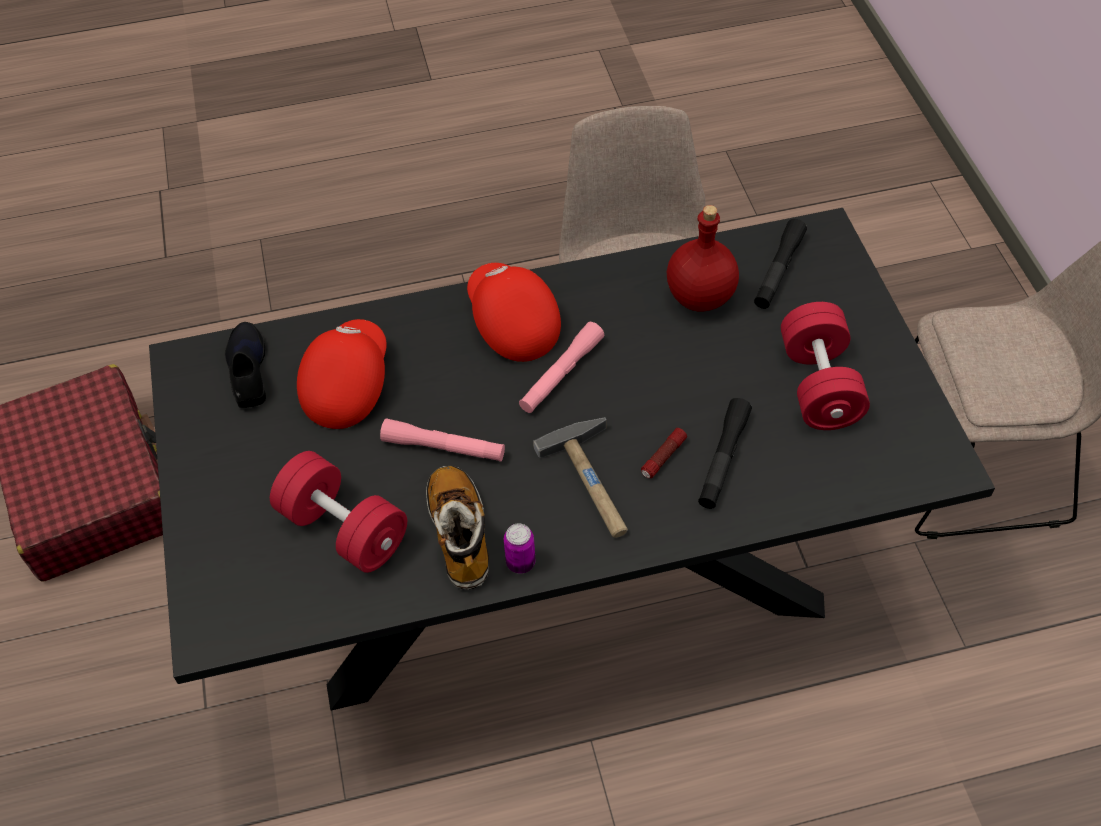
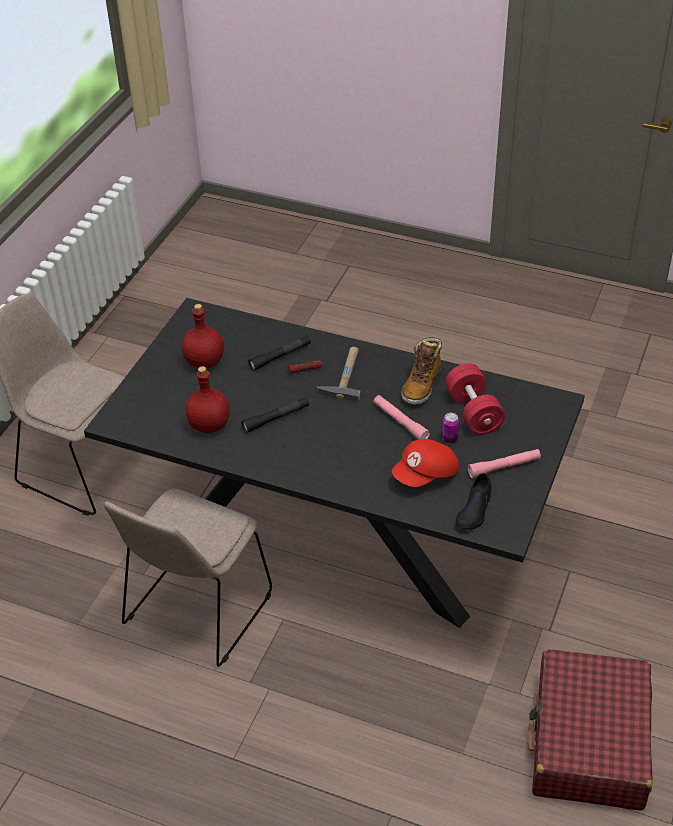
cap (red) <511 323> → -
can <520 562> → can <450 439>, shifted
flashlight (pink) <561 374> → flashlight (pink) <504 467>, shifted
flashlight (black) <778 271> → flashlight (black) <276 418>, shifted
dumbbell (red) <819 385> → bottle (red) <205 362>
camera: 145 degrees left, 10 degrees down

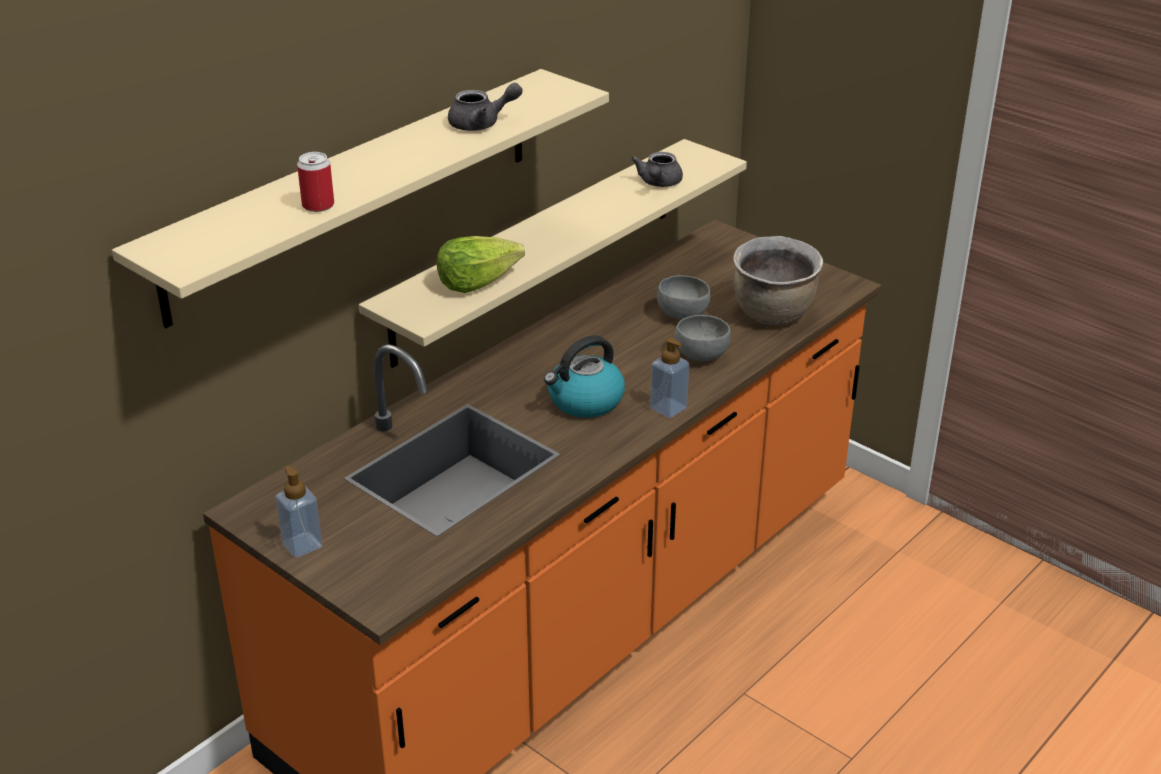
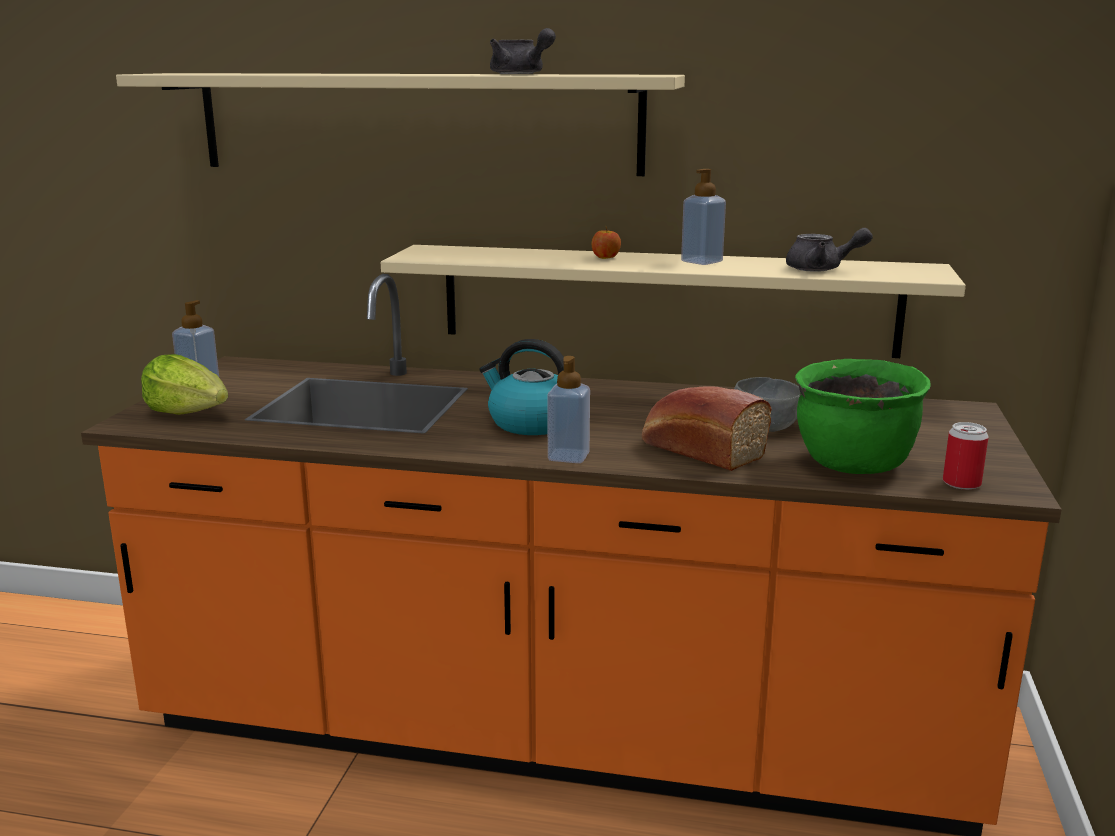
can <318 205> → can <961 483>, shifted
lettuce <477 282> → lettuce <189 412>, shifted
teapot (grey) <658 183> → teapot (grey) <821 269>, 150 degrees counterclockwise
bowl (grey) <701 355> → bread <699 450>
cooking pot (brown) <773 314> → cooking pot (green) <853 465>
- → apple <606 257>
- → soap dispenser <701 262>
camera: 60 degrees right, 15 degrees down

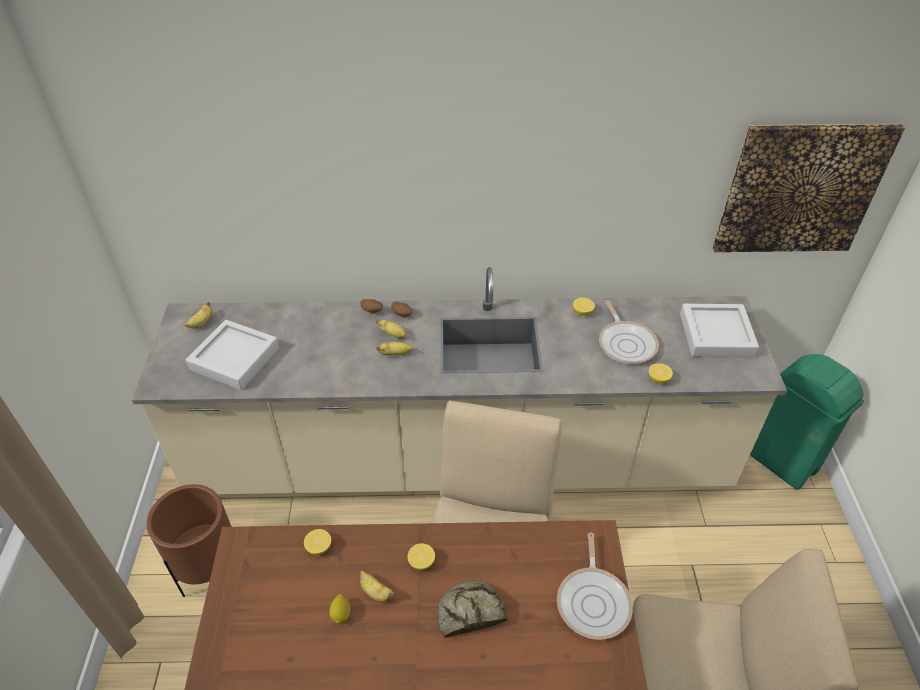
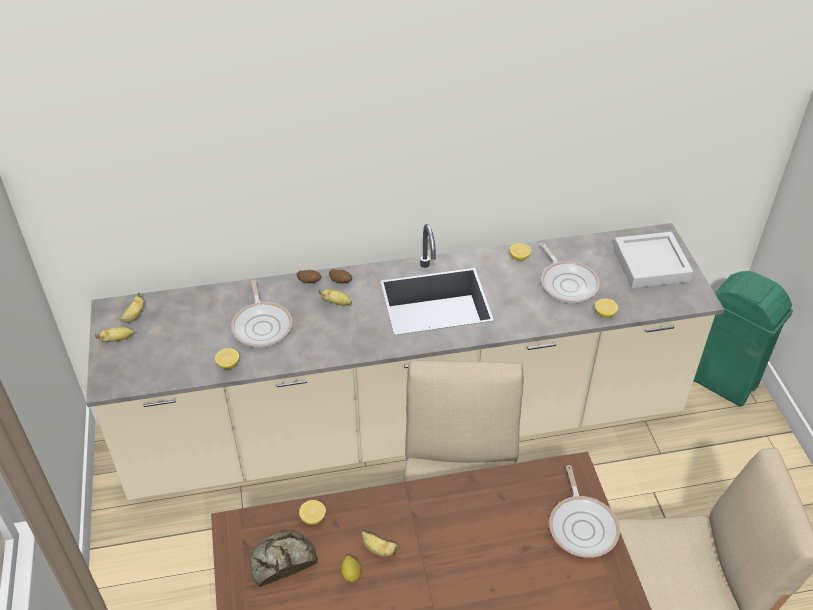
planter (brown) <210 569> → -
tray (grey) <235 359> → -
banana <395 354> → banana <117 339>, shifted
lemon <421 562> → lemon <228 364>, shifted
bread <469 612> → bread <281 561>, shifted
picture <800 189> → -
- → frying pan <262 325>
camera: 10 degrees left, 0 degrees up

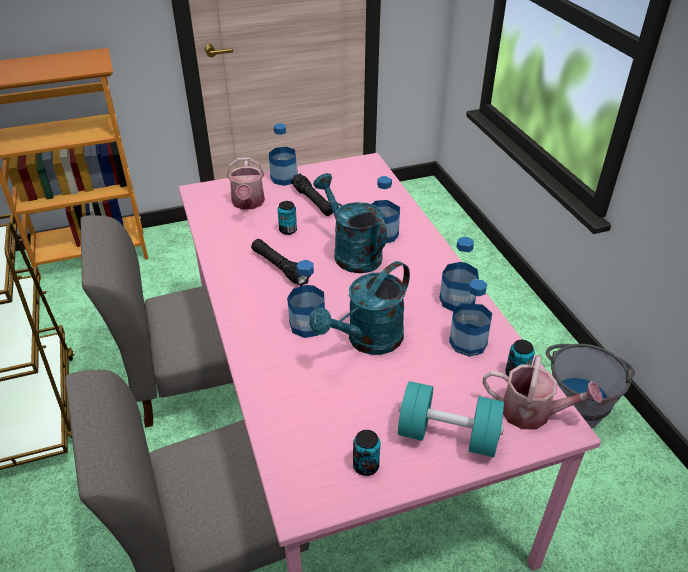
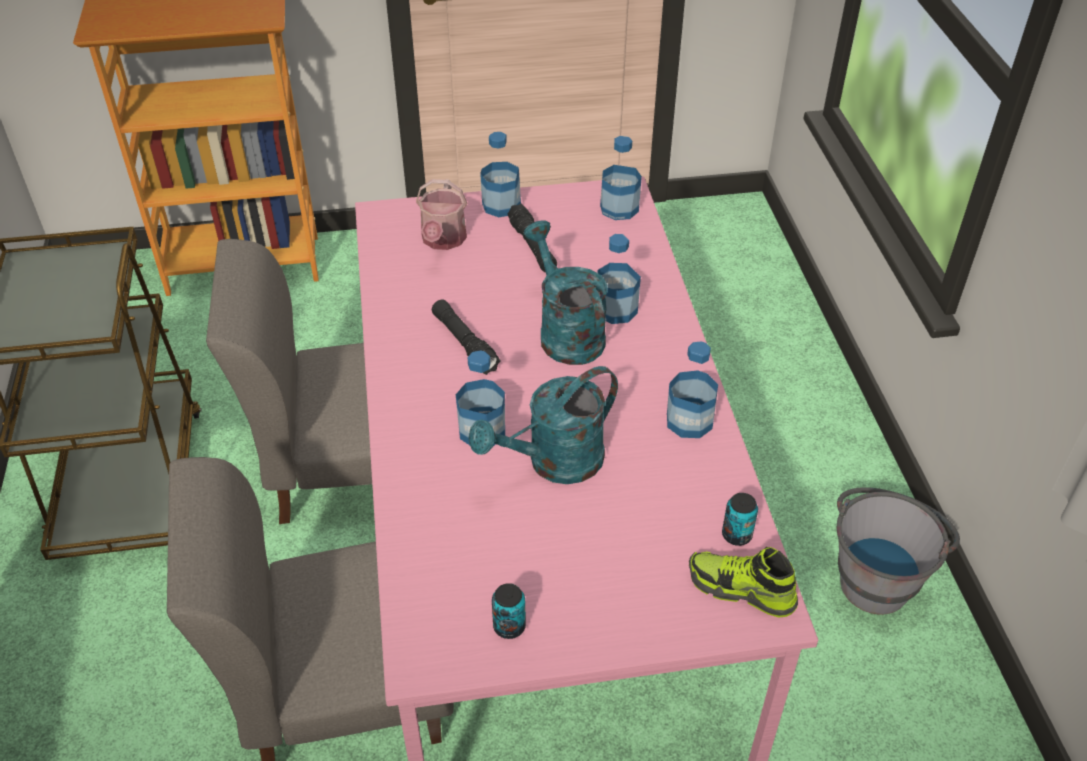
can <288 230> → -
dumbbell (turquoise) <447 435> → -
bottle <468 342> → bottle <619 208>, shifted
watering can <533 413> → shoe <741 590>
camera: 10 degrees right, 5 degrees up

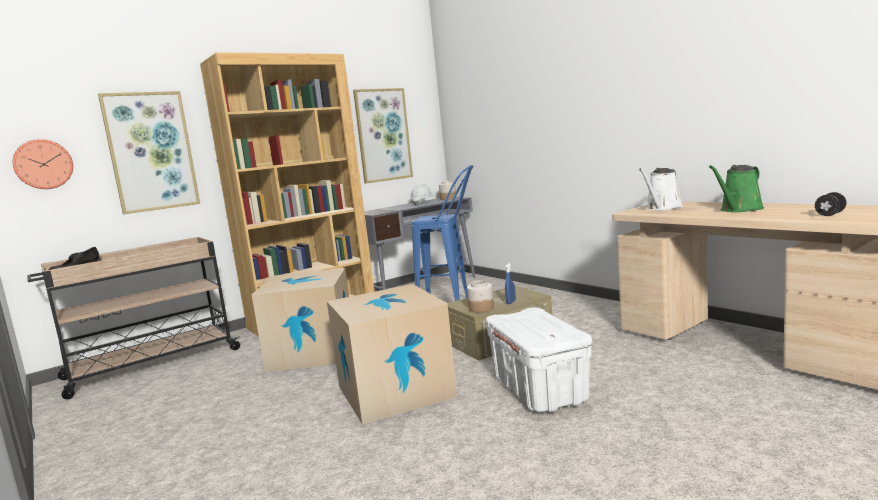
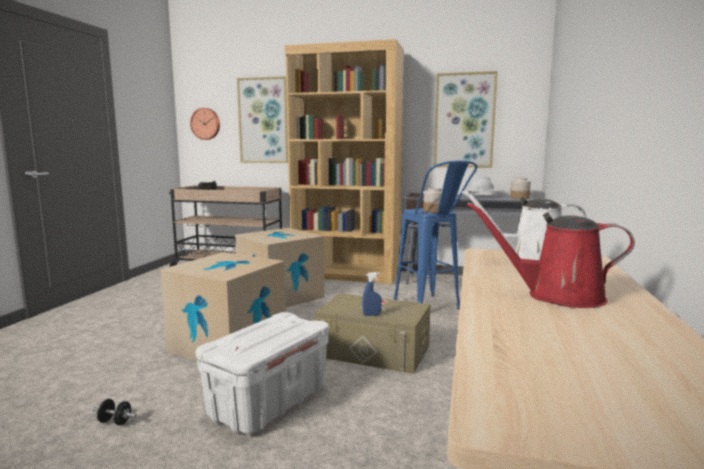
jar <481 308> → jar <433 211>, shifted
watering can (green) <739 210> → watering can (red) <557 296>
dumbbell (black) <830 214> → dumbbell (black) <115 422>, shifted
camera: 50 degrees right, 0 degrees up

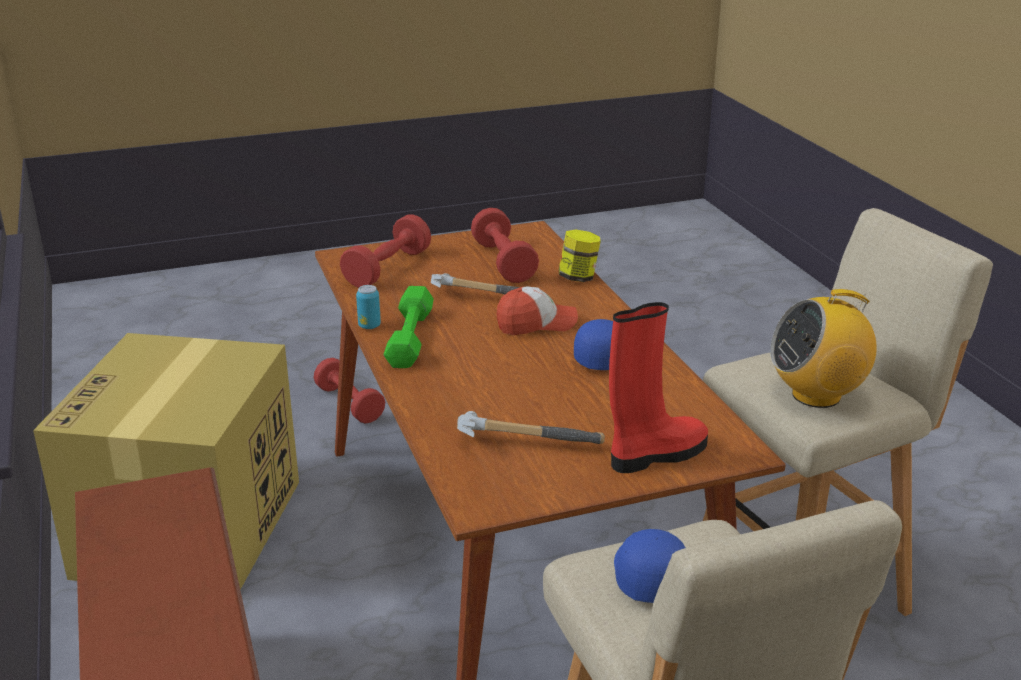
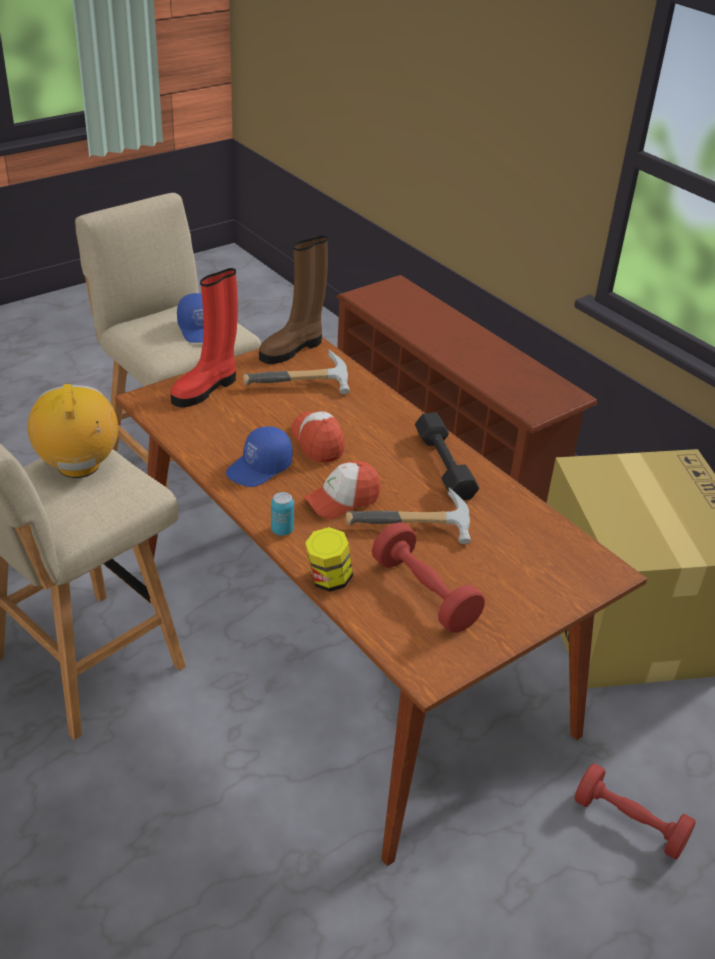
dumbbell (red) <387 269> → -
can <369 326> → can <282 530>, shifted
dumbbell (green) <410 338> → dumbbell (black) <444 465>
radio <817 395> → radio <79 466>, 75 degrees counterclockwise
- → boot (brown) <293 349>
- → cap <318 441>
camera: 160 degrees right, 10 degrees up

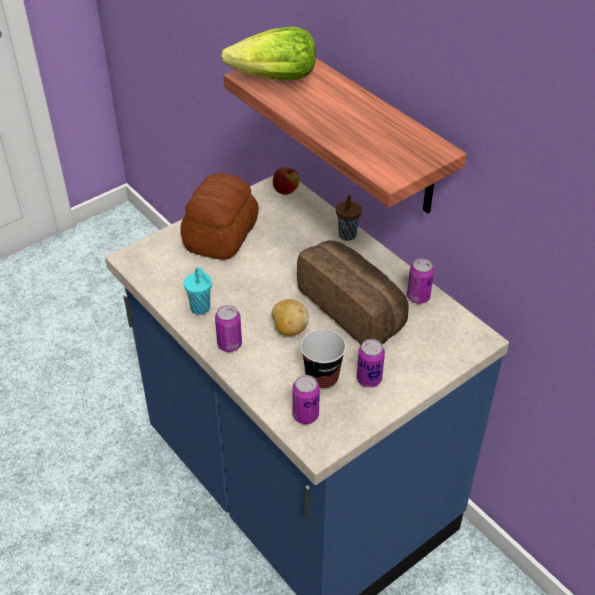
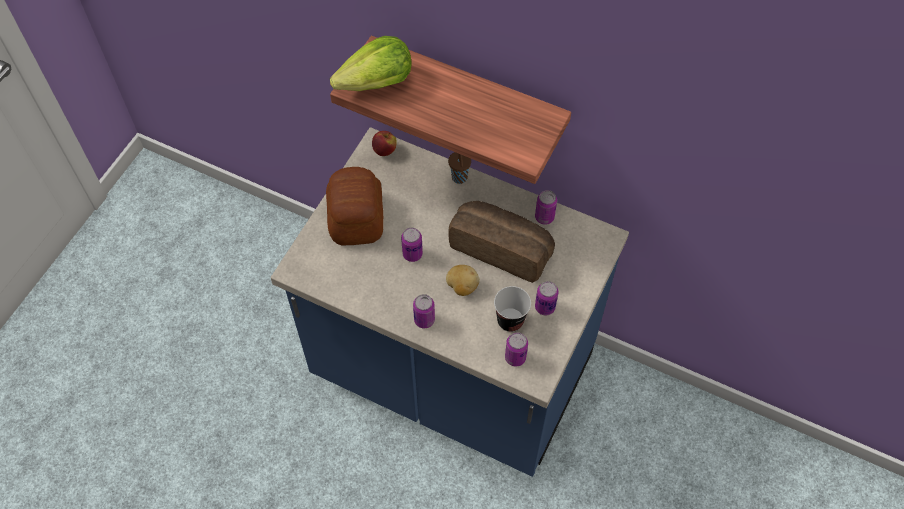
cup (turquoise) <201 309> → -
- → can <412 254>
camera: 25 degrees left, 15 degrees up

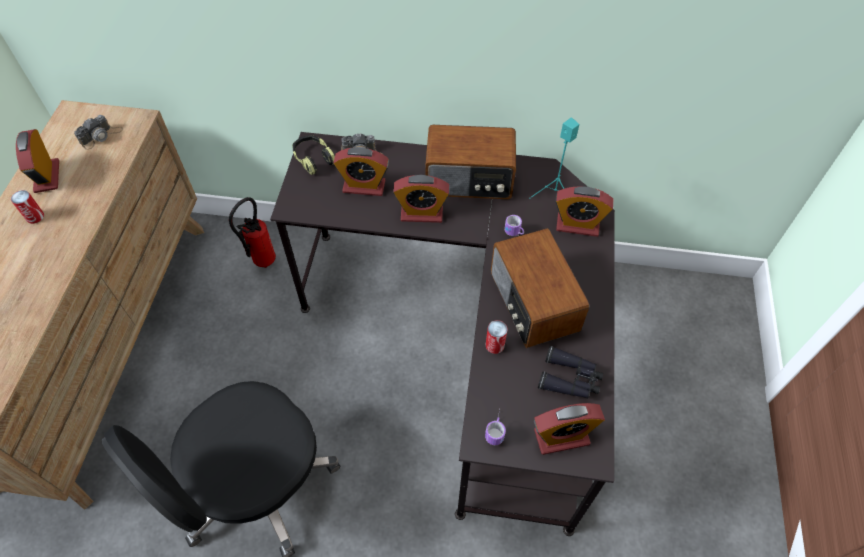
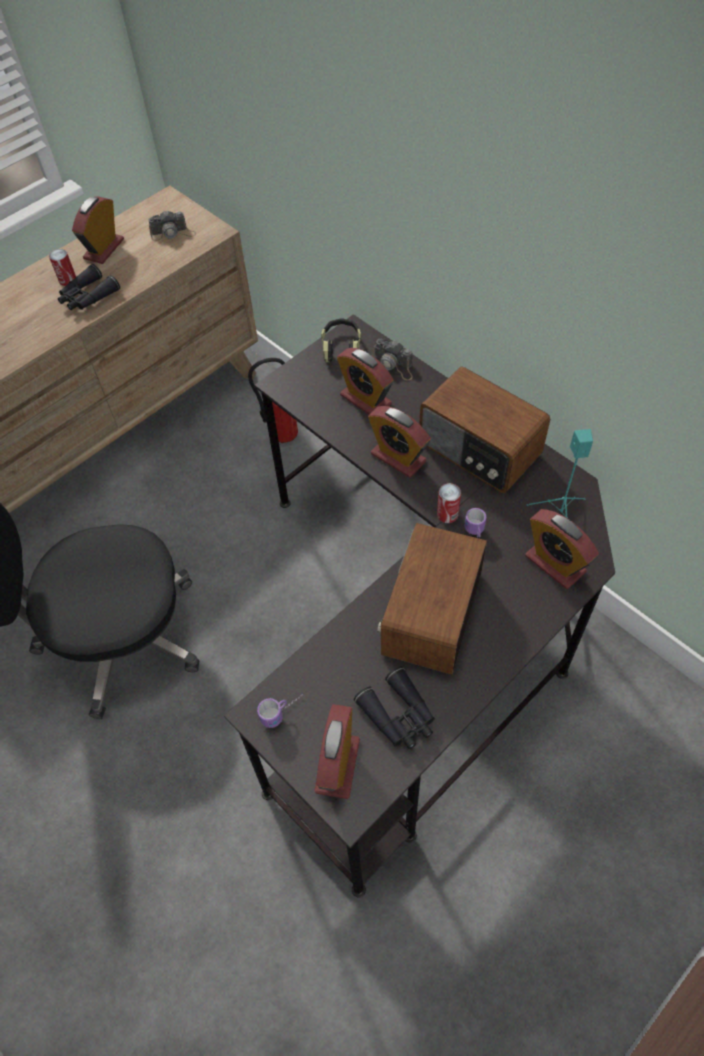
can <495 345> → can <447 514>, shifted
alarm clock <561 437> → alarm clock <337 765>, 75 degrees clockwise
- → binoculars (black) <88 296>
camera: 40 degrees right, 0 degrees up

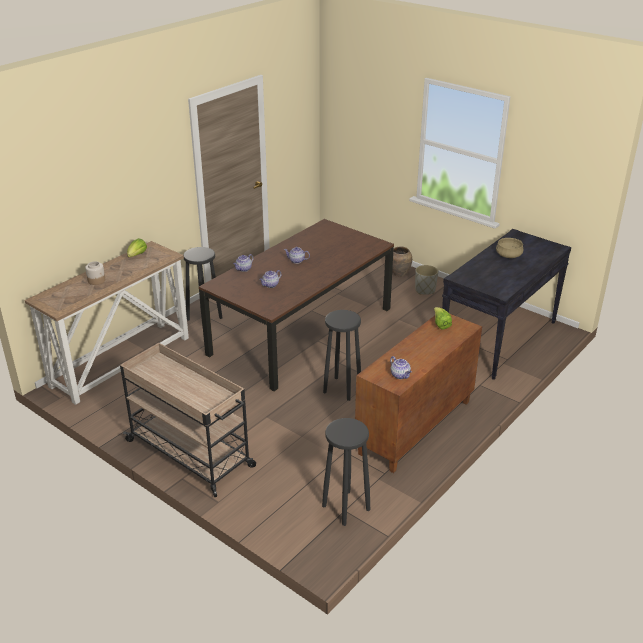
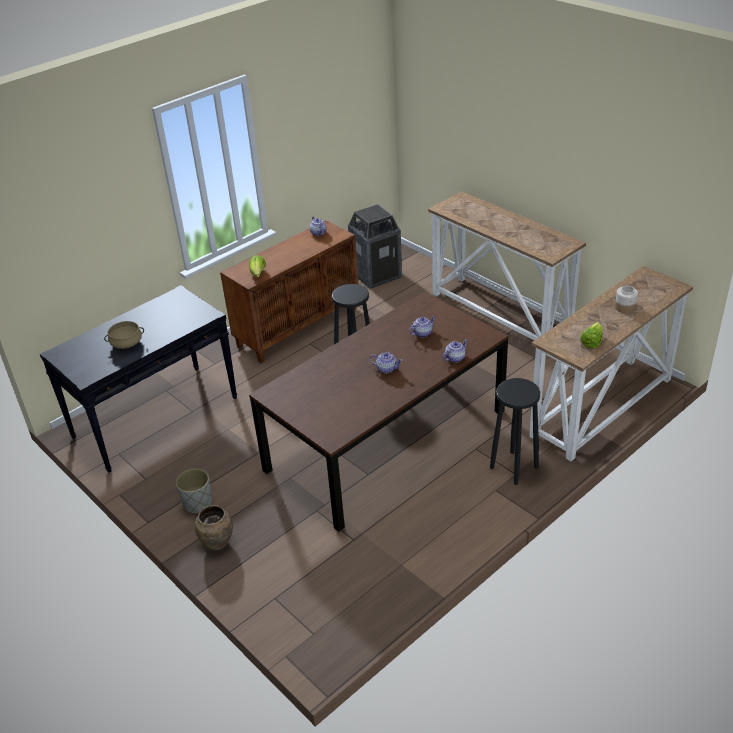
cart (beige) <191 454> → console table <501 313>
stool (black) <345 508> → trash can <376 275>
camera: 170 degrees left, 5 degrees up

